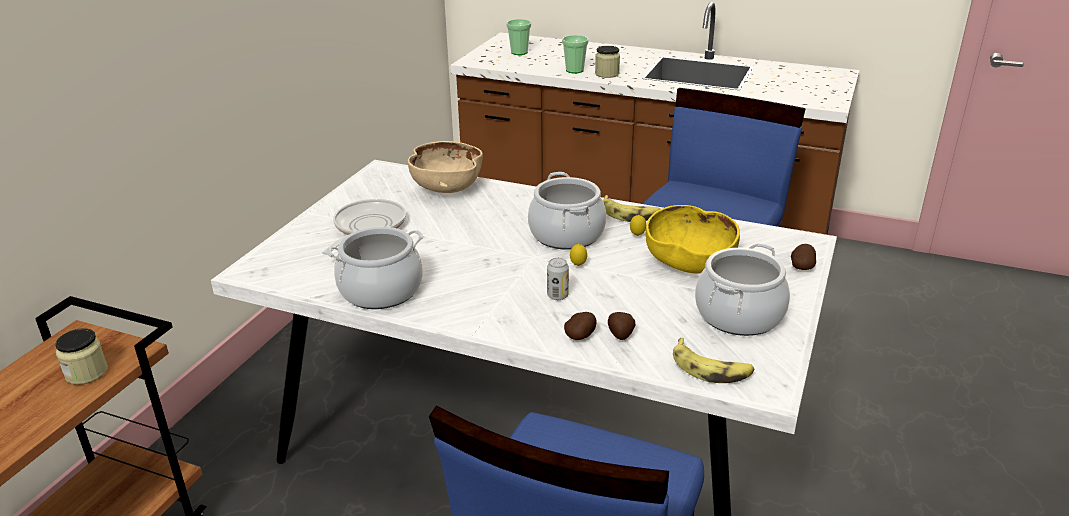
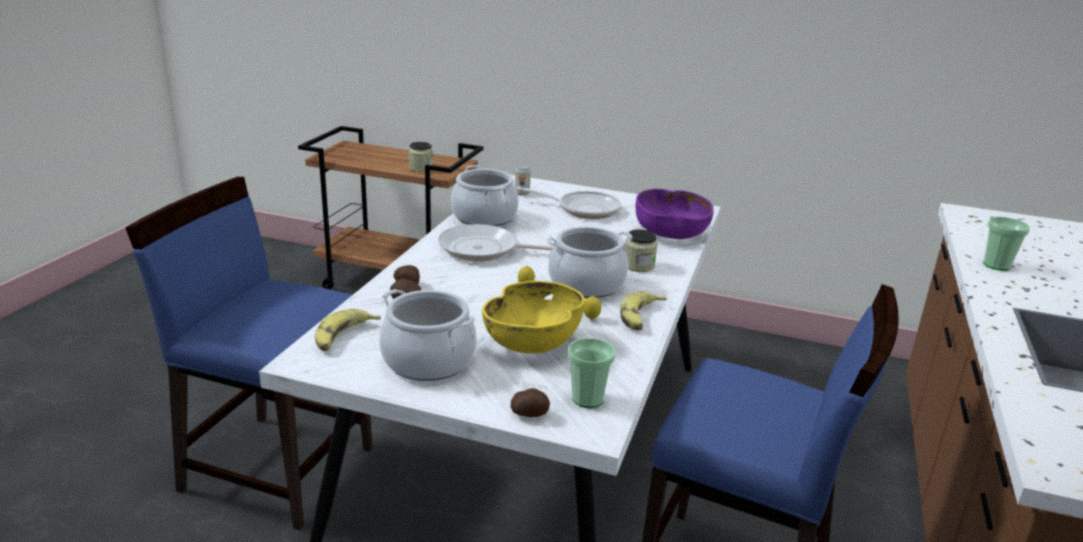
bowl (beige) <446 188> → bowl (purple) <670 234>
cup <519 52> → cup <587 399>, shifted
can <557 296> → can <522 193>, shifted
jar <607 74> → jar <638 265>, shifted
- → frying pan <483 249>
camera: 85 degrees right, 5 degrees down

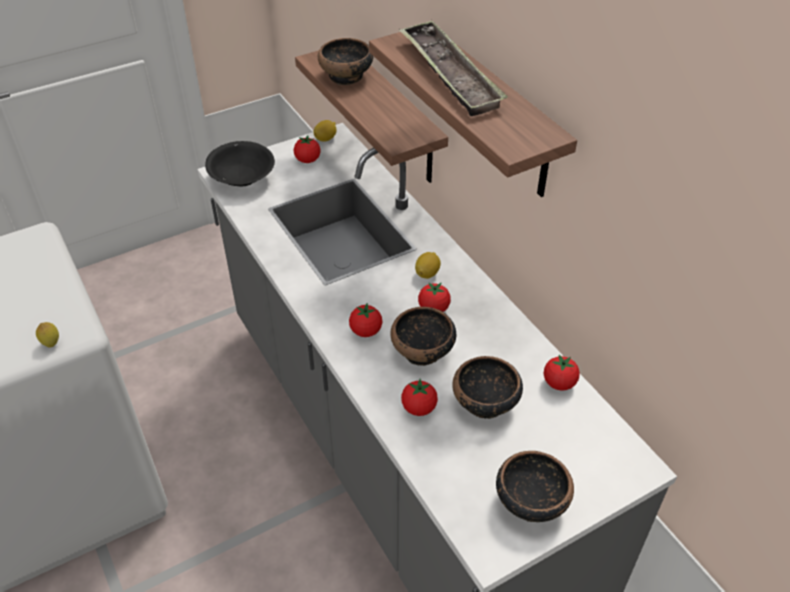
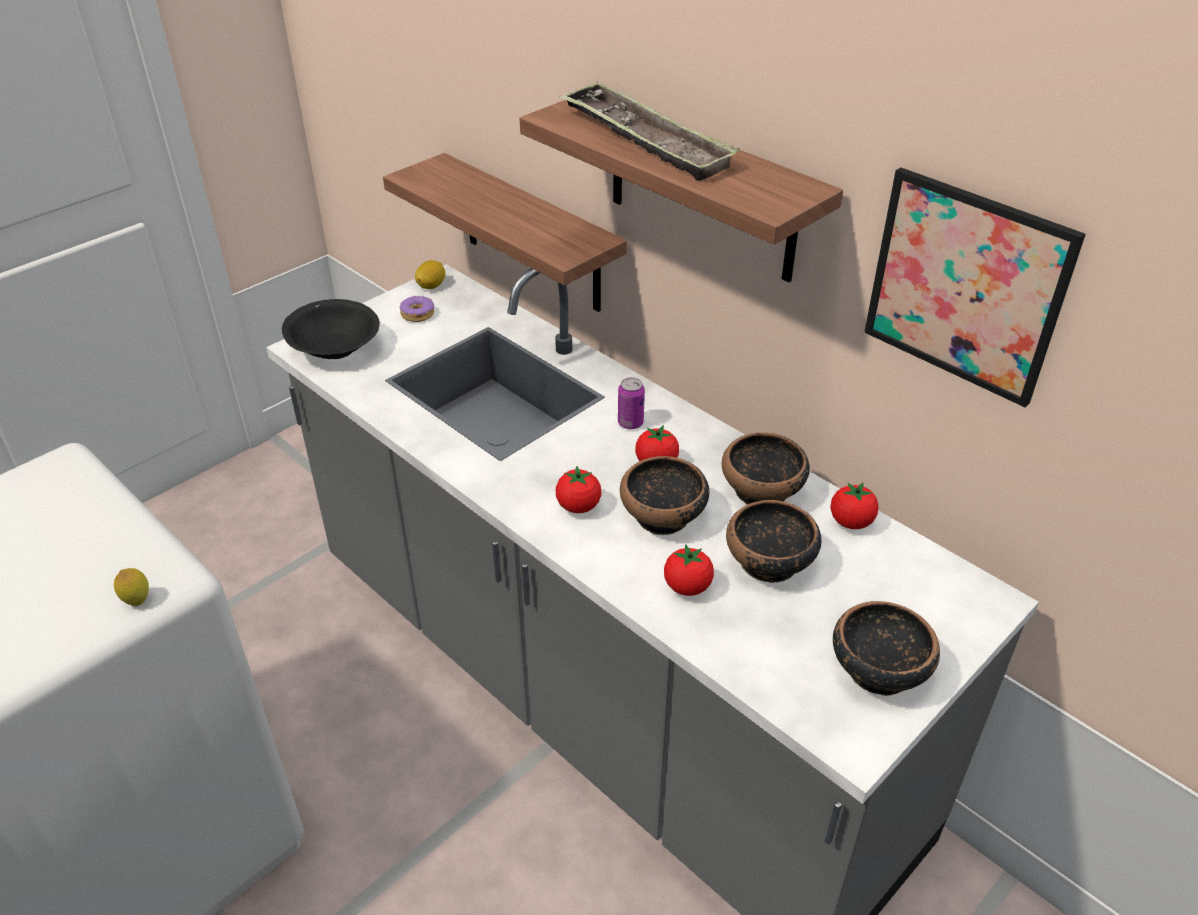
tomato <307 160> → donut <417 314>
bowl <346 76> → bowl <762 491>, shifted
lemon <427 273> → can <630 423>
- → picture <965 286>
camera: 15 degrees left, 5 degrees down

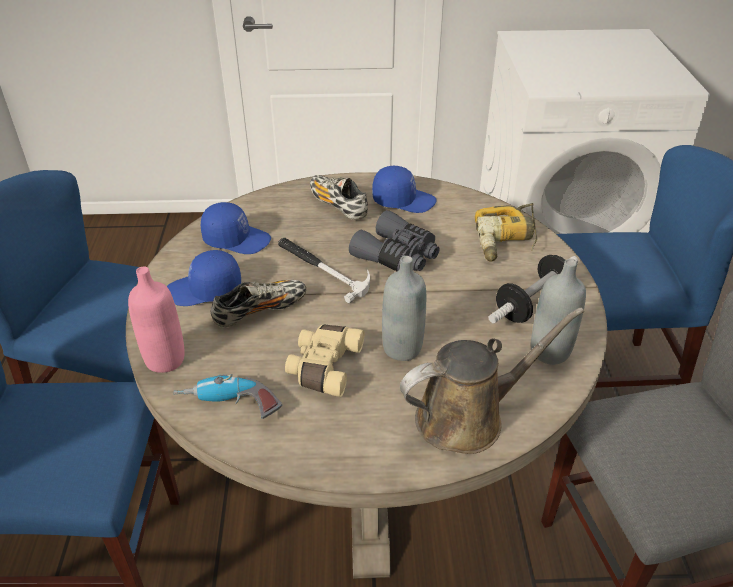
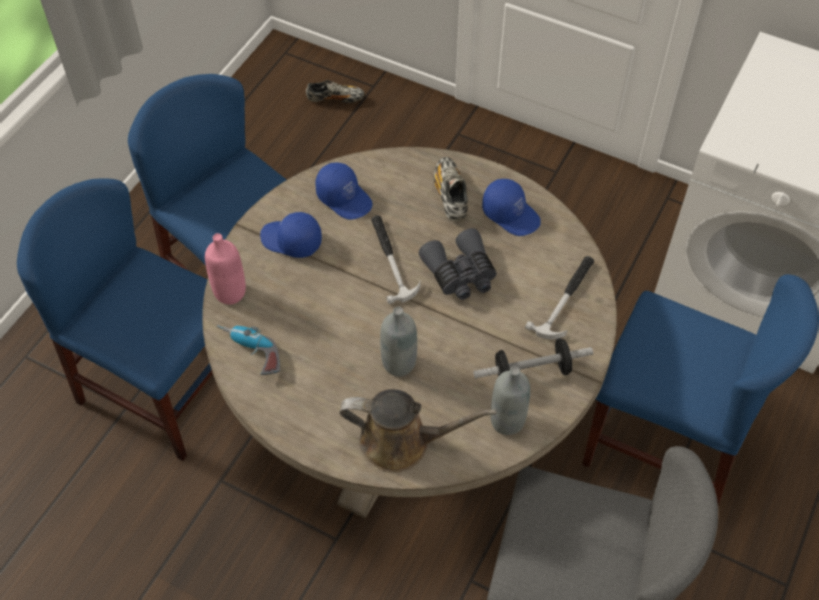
shoe <260 311> → shoe <335 99>, shifted
binoculars (beige) <323 366> → -
power drill <506 240> → hammer <566 299>
camera: 30 degrees right, 15 degrees up

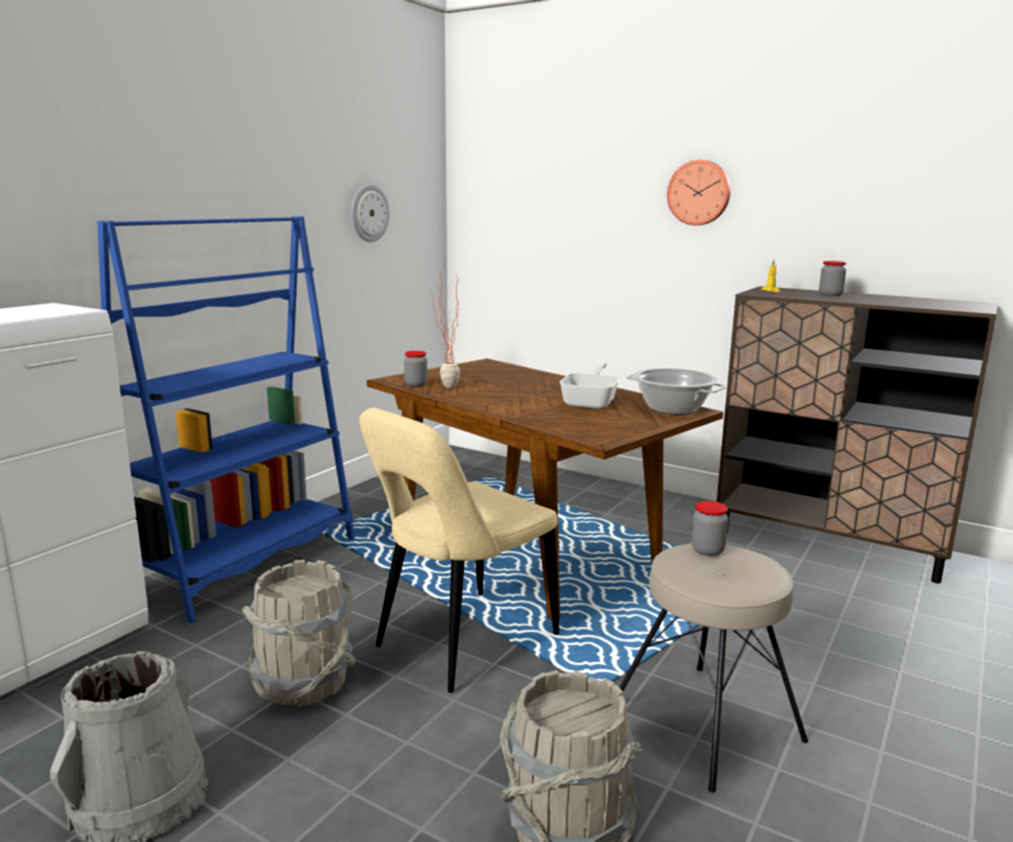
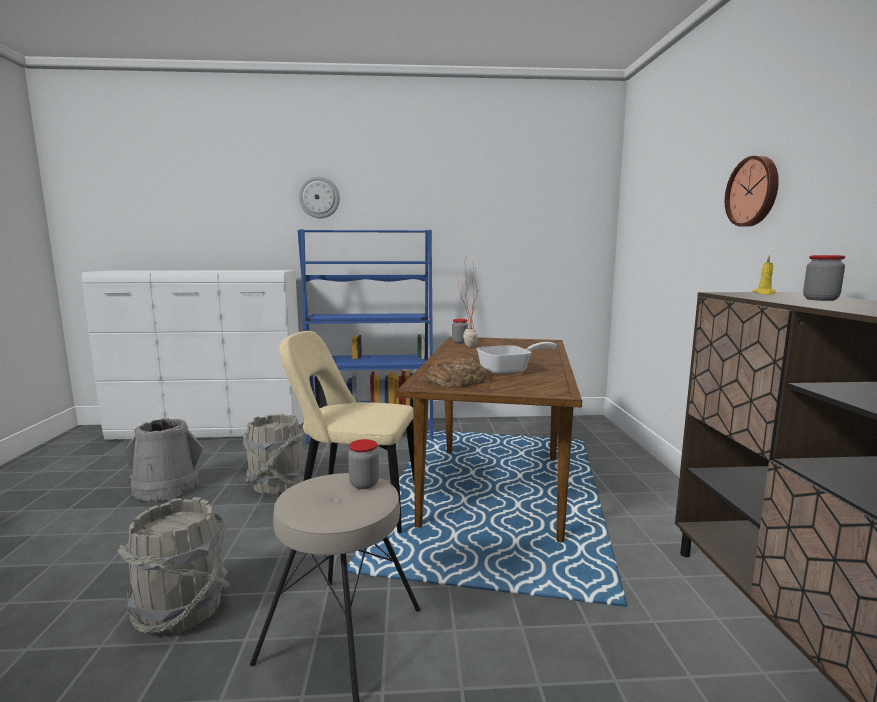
wall clock <369 213> → wall clock <319 197>, shifted
cooking pot <672 409> → -
- → bread <457 380>
camera: 55 degrees right, 5 degrees down

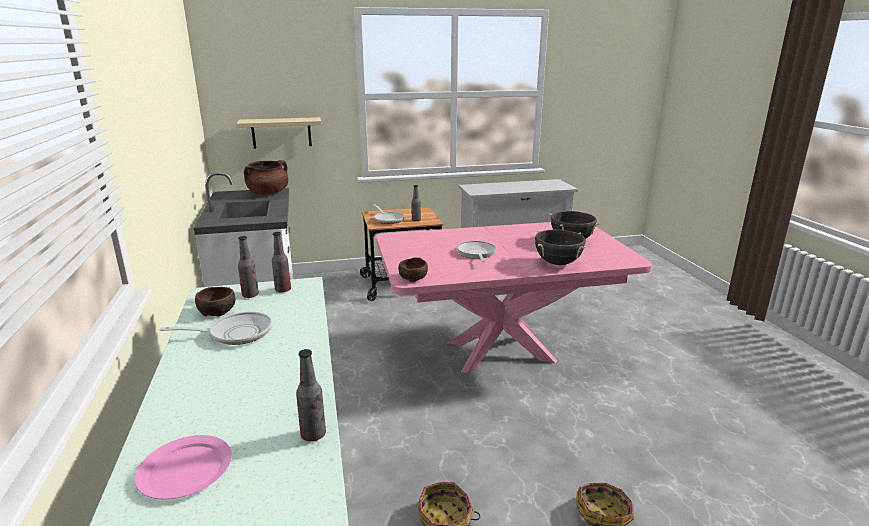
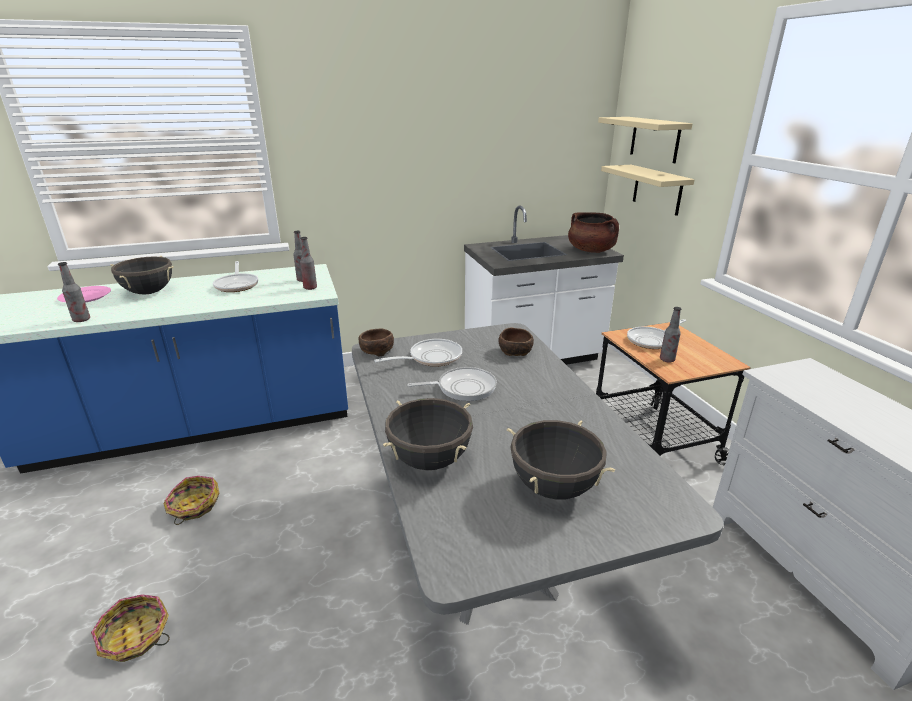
bowl (brown) <218 311> → bowl (brown) <515 352>, shifted
dining table (pink) <500 351> → dining table (grey) <486 549>
- → cooking pot (black) <149 292>
- → frying pan <431 358>
- → shelf (beige) <655 139>
camera: 85 degrees right, 5 degrees up

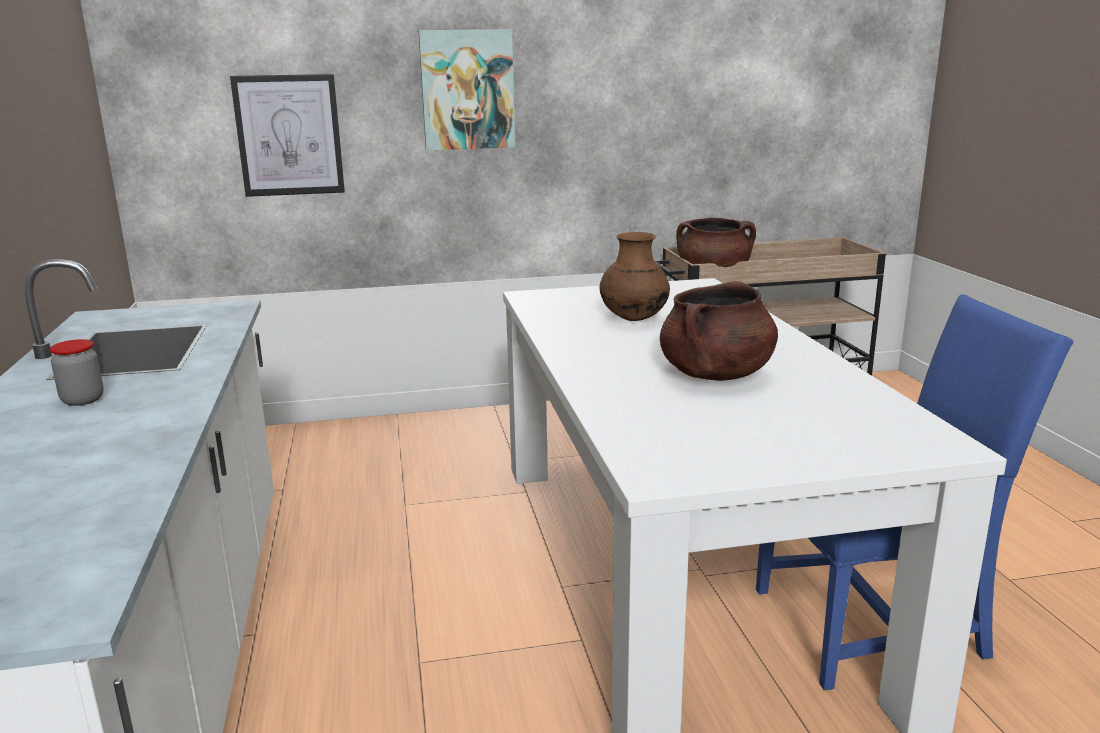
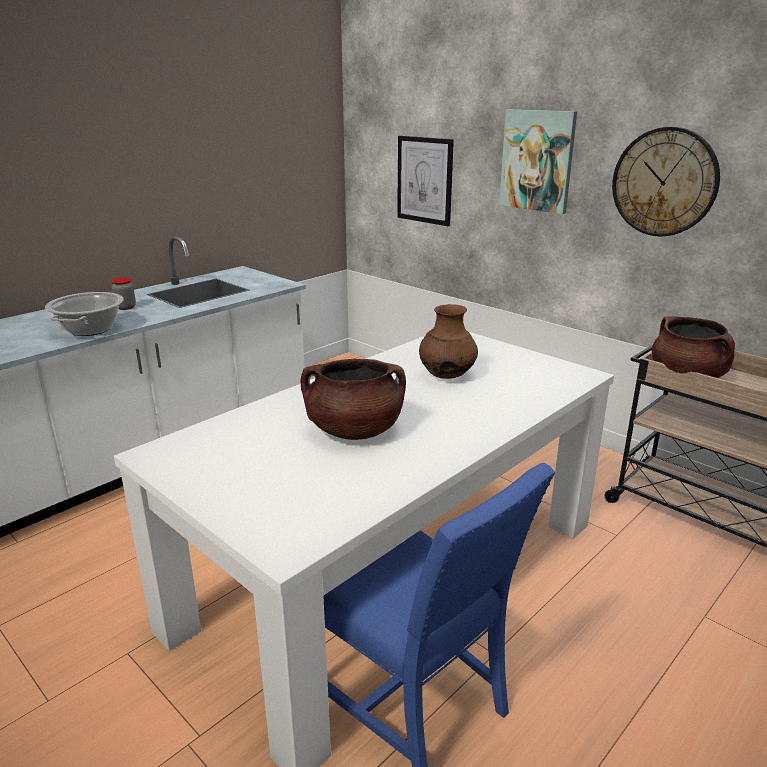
- → cooking pot <90 329>
- → wall clock <664 182>
camera: 55 degrees right, 5 degrees up

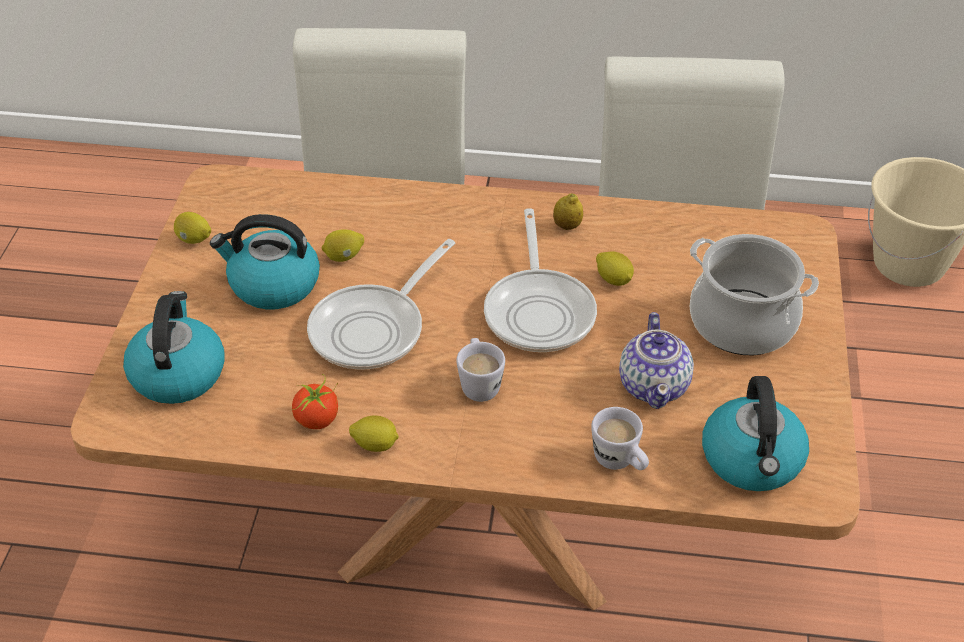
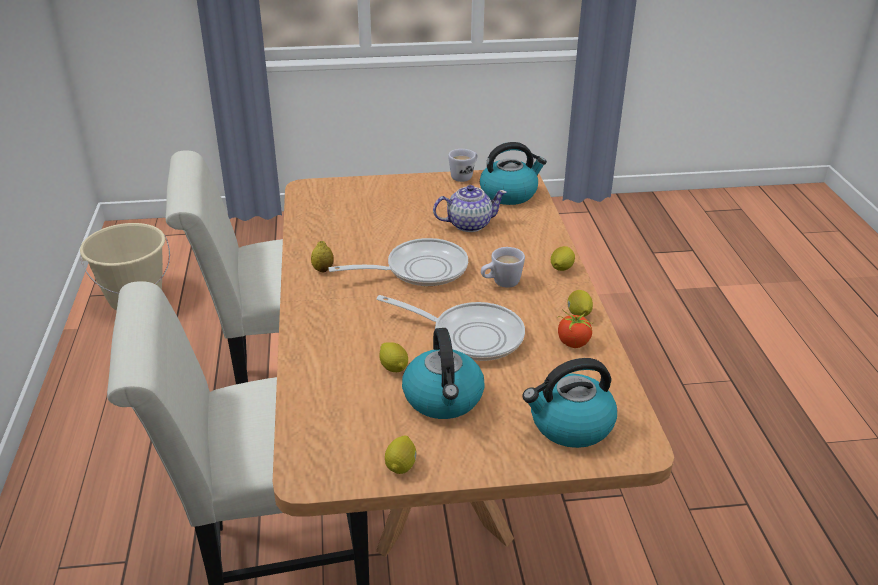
mug (white) <620 463> → mug (white) <464 176>, shifted
lemon <614 280> → lemon <561 268>, shifted
cooking pot <743 323> → -
camera: 105 degrees left, 10 degrees down

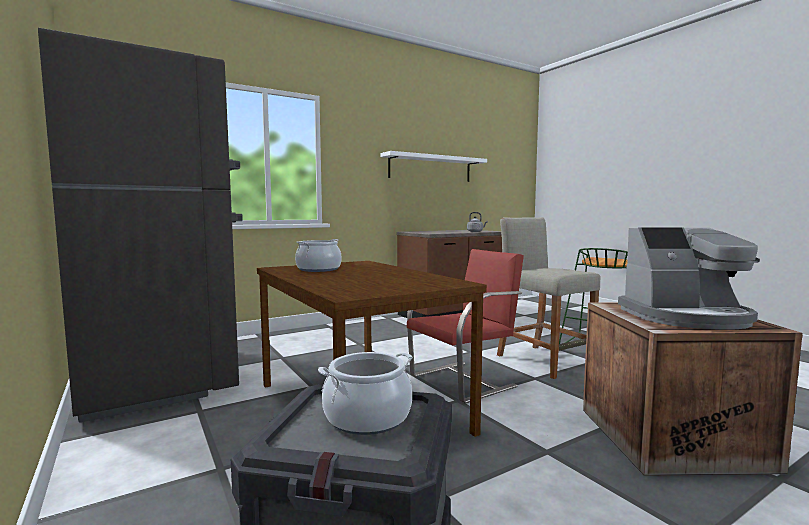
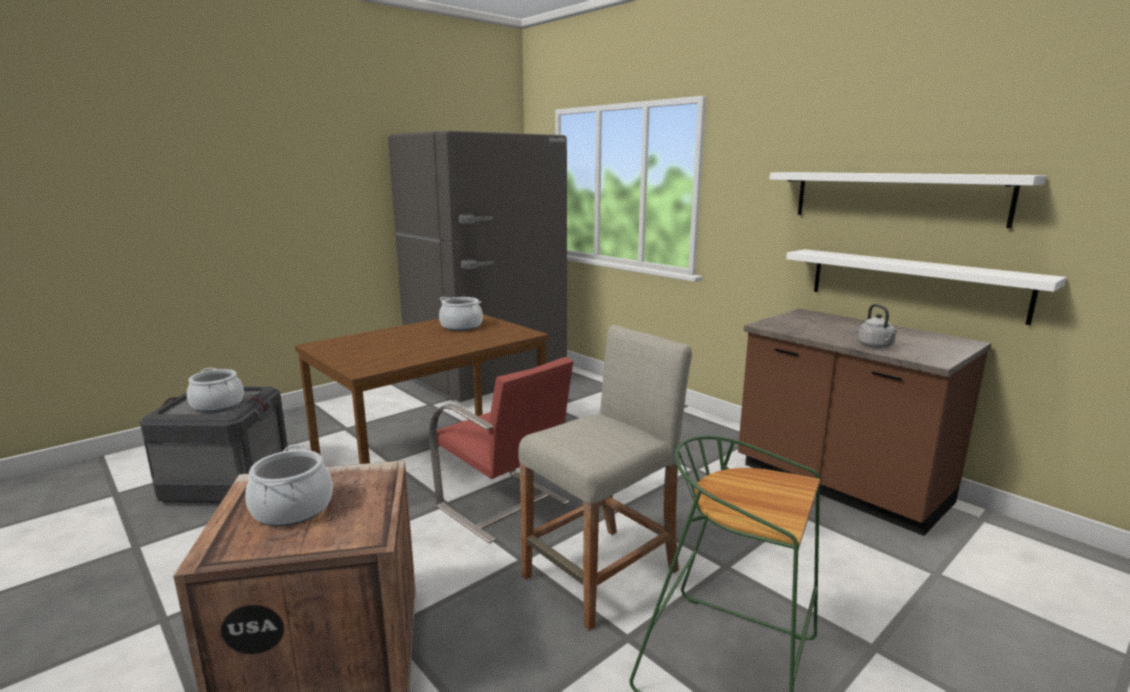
coffee machine <686 317> → cooking pot <293 509>
- → shelf (white) <913 283>
camera: 80 degrees right, 10 degrees up

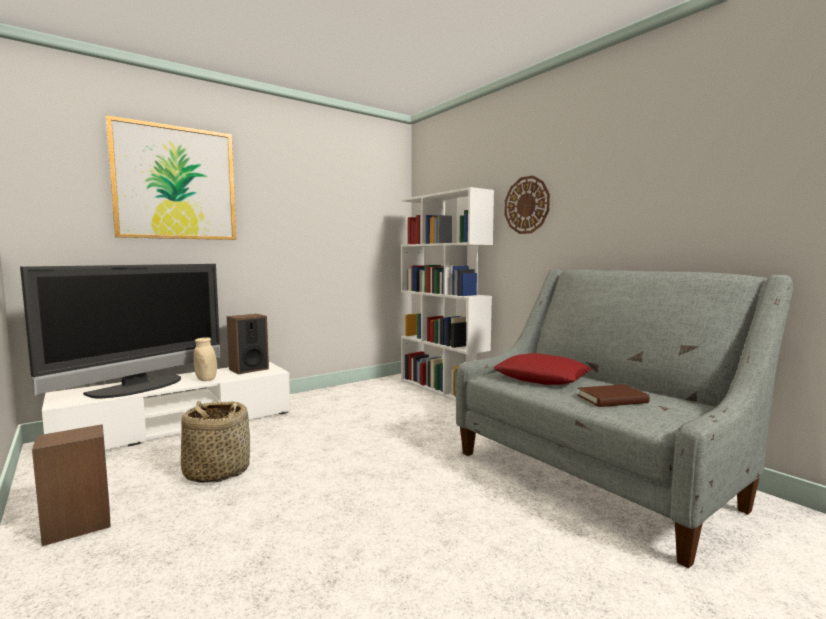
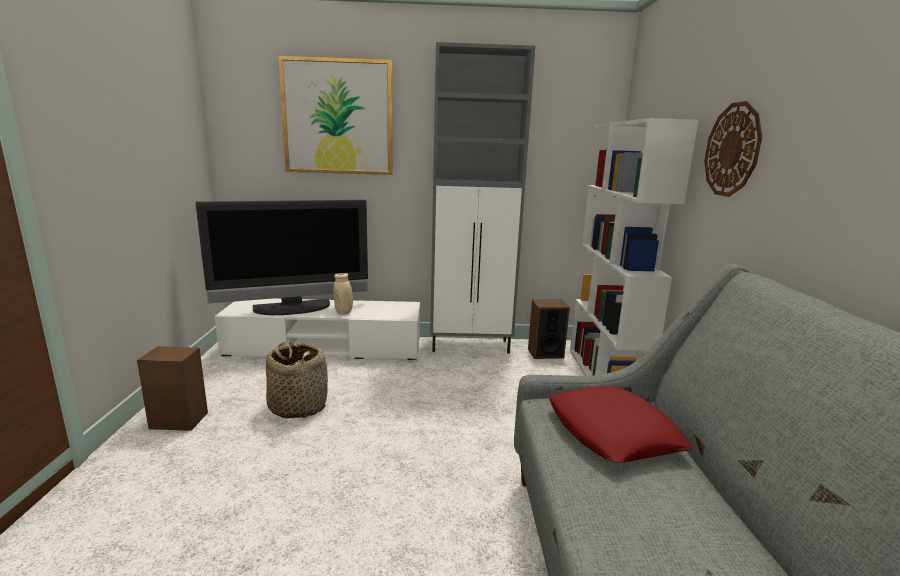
speaker <248 369> → speaker <545 353>, shifted
book (brown) <612 399> → -
- → cabinet (grey) <471 346>
camera: 35 degrees right, 10 degrees up

